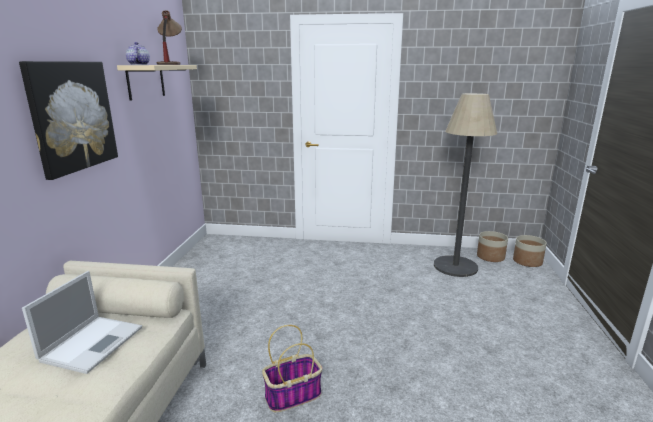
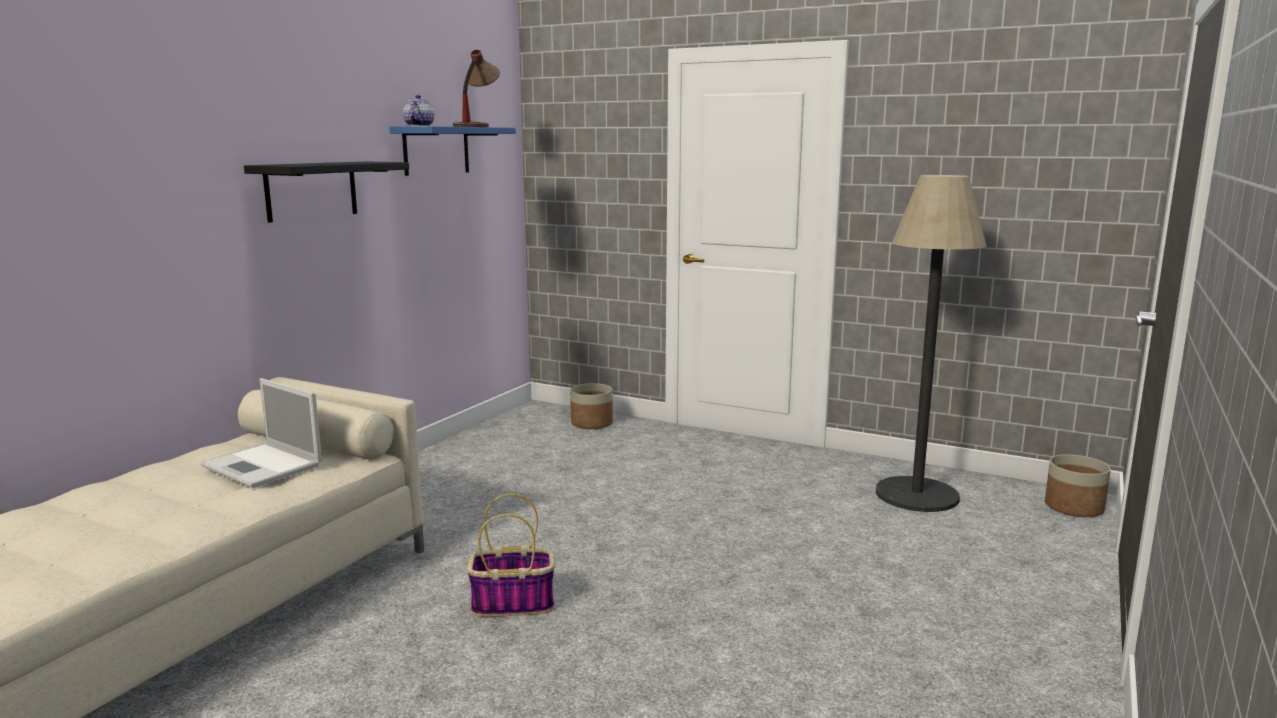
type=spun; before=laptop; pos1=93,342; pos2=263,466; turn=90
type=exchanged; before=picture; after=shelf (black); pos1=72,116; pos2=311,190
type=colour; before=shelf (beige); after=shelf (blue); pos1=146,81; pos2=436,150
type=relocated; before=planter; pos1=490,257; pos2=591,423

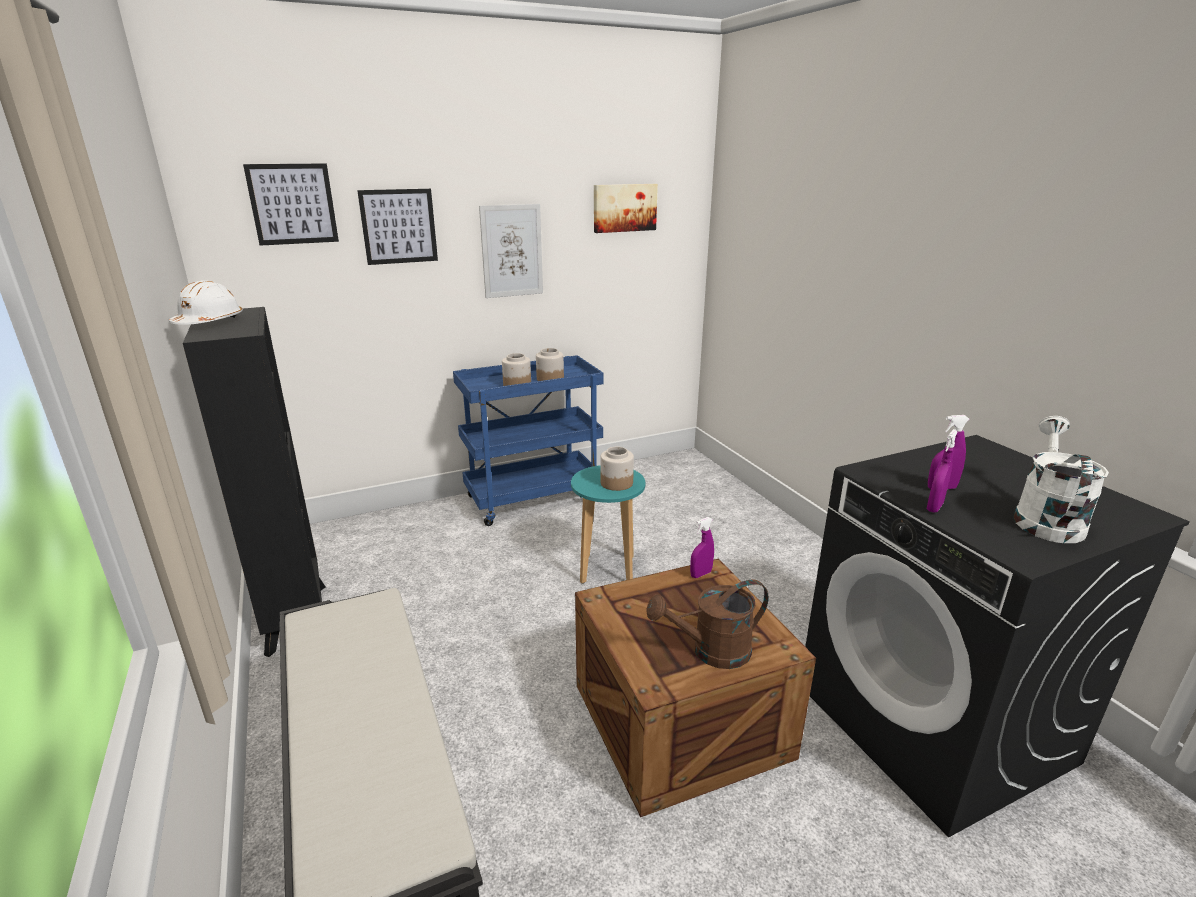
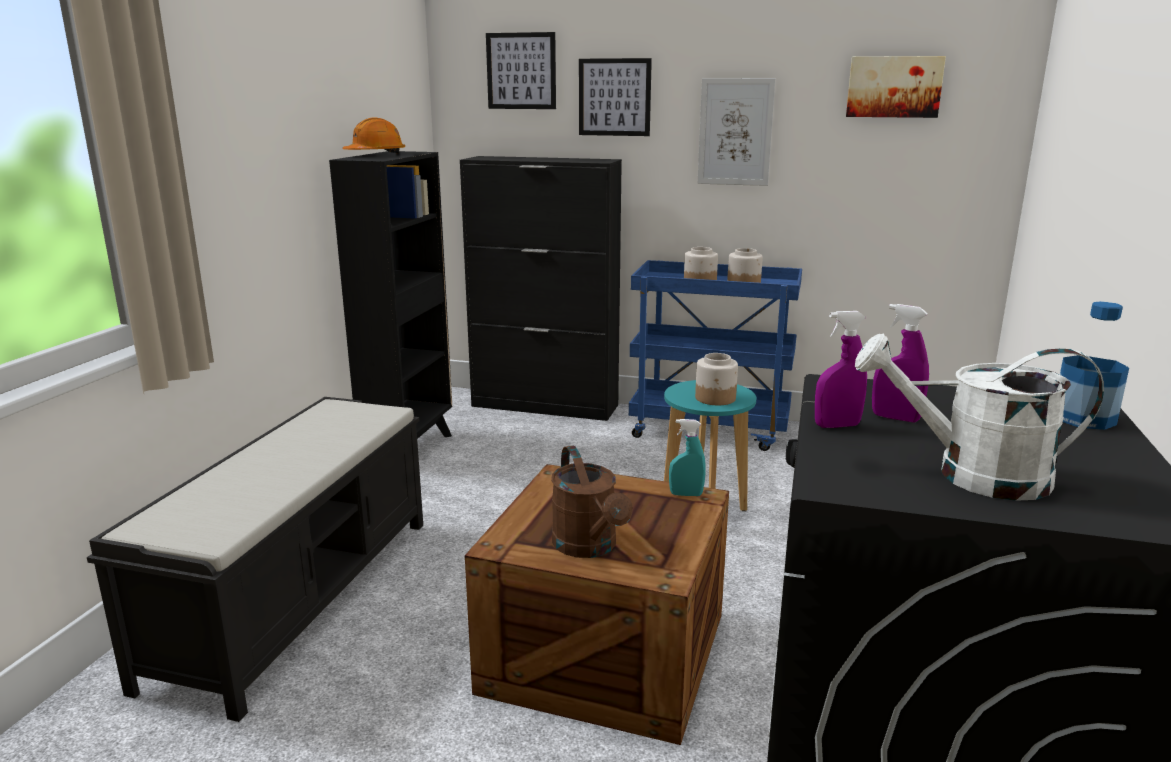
type=colour; before=hard hat (white); after=hard hat (orange); pos1=209,322; pos2=375,154
type=appeared; after=cabinet (black); pos2=545,406
type=spun; before=watering can (brown); pos1=711,652; pos2=589,547; turn=-135
type=colour; before=spray bottle (purple); after=spray bottle (turquoise); pos1=701,574; pos2=686,494
type=spun; before=watering can (white); pos1=1045,518; pos2=971,475; turn=-135
type=appeared; after=bottle; pos2=1083,418

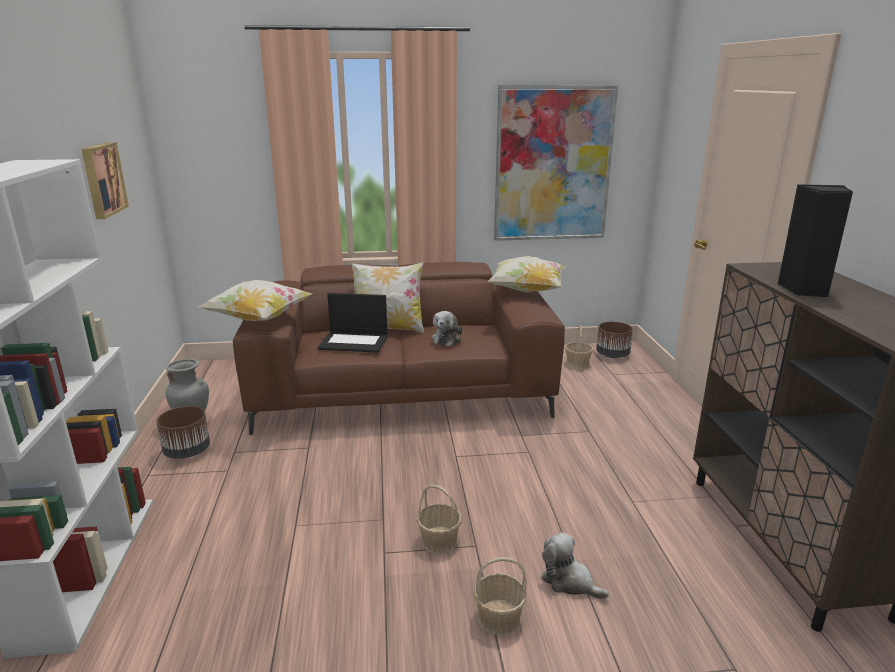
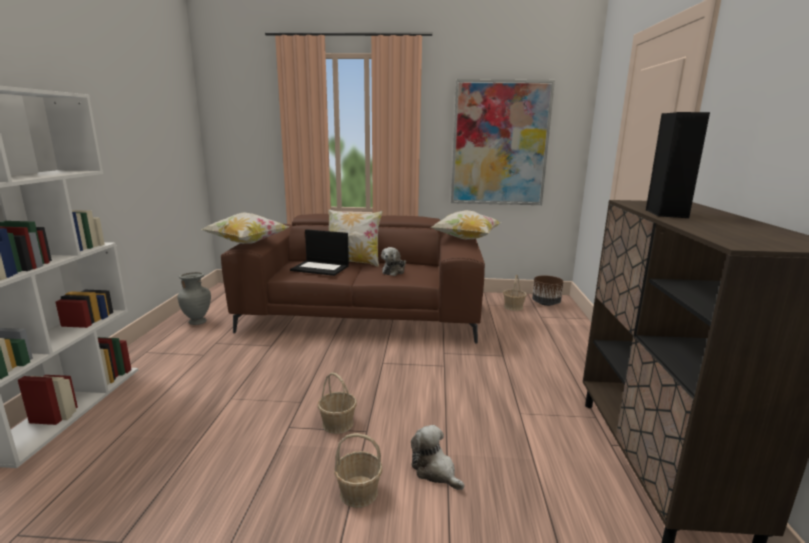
type=missing; before=picture; pos1=102,179
type=missing; before=planter (brown); pos1=187,452

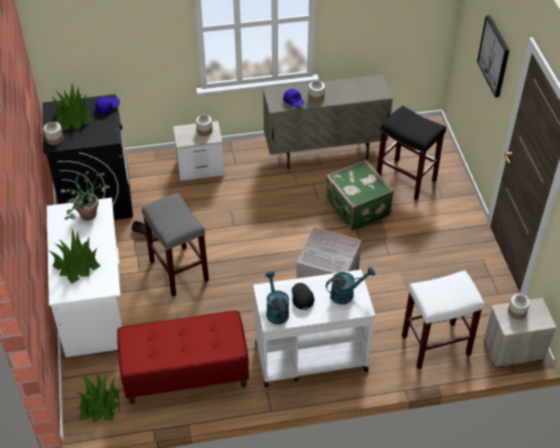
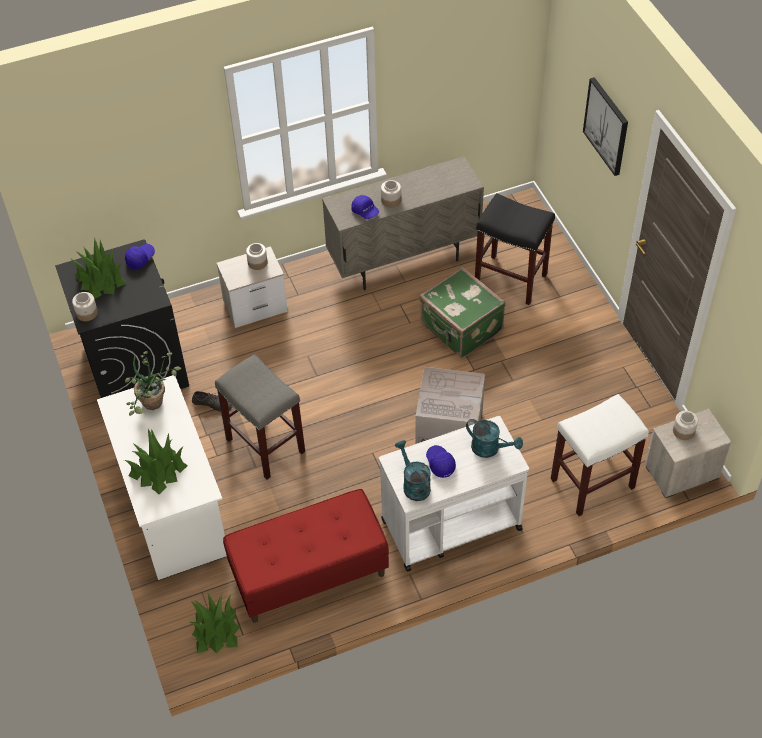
type=colour; before=cap (black); after=cap (blue); pos1=302,298; pos2=440,464
type=spun; before=watering can (turquoise); pos1=346,294; pos2=490,449; turn=60

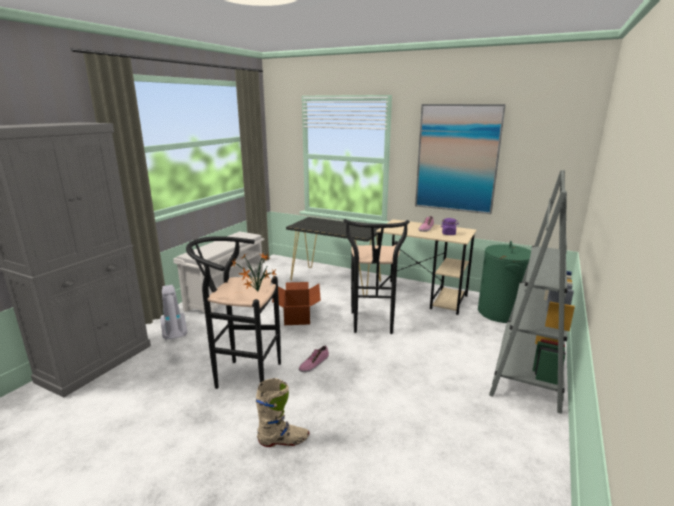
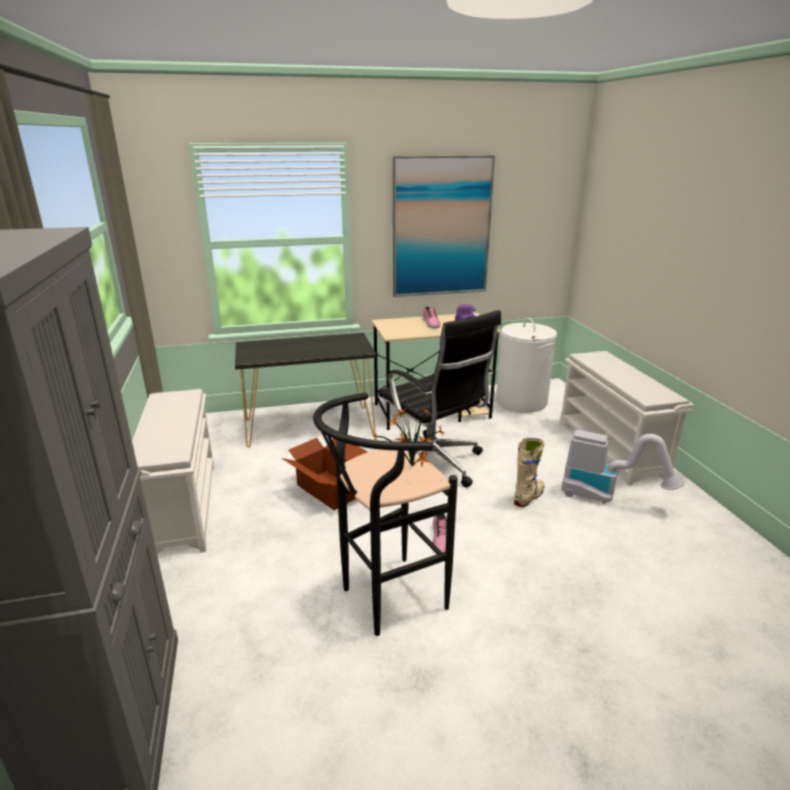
type=exchanged; before=stool (black); after=office chair (black); pos1=372,325; pos2=433,464
type=colour; before=laundry basket (green); after=laundry basket (white); pos1=501,312; pos2=521,401
type=relocated; before=boot (beige); pos1=283,441; pos2=528,497
type=exchanged; before=bookcase (grey); after=shoe rack (white); pos1=528,369; pos2=611,448
type=relocated; before=vacuum cleaner; pos1=176,338; pos2=606,497

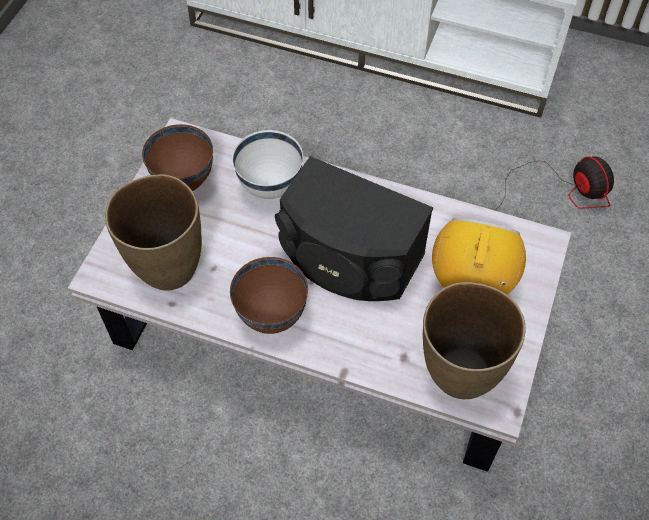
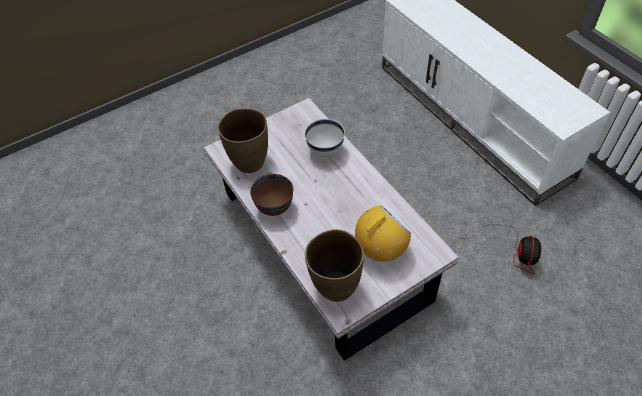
type=missing; before=bowl (brown); pos1=184,181
type=missing; before=speaker (black); pos1=348,258

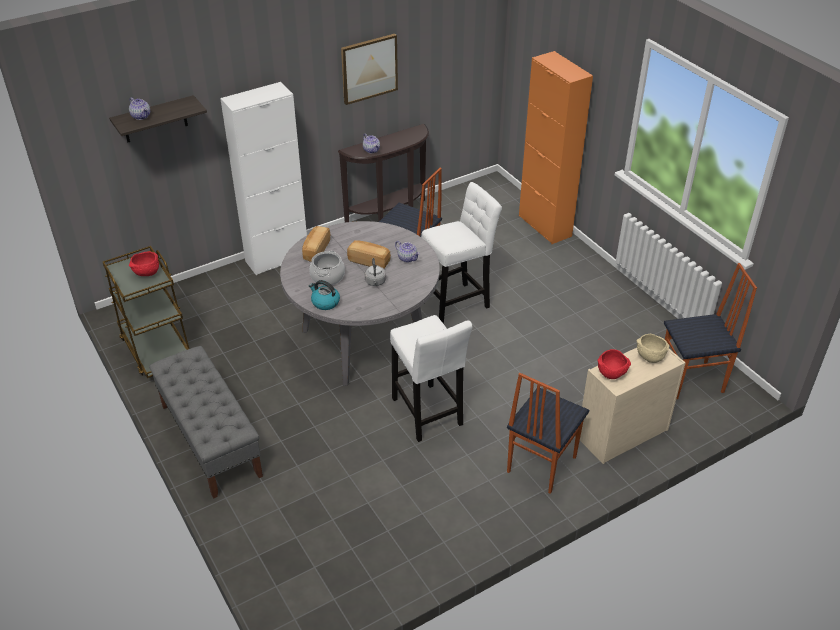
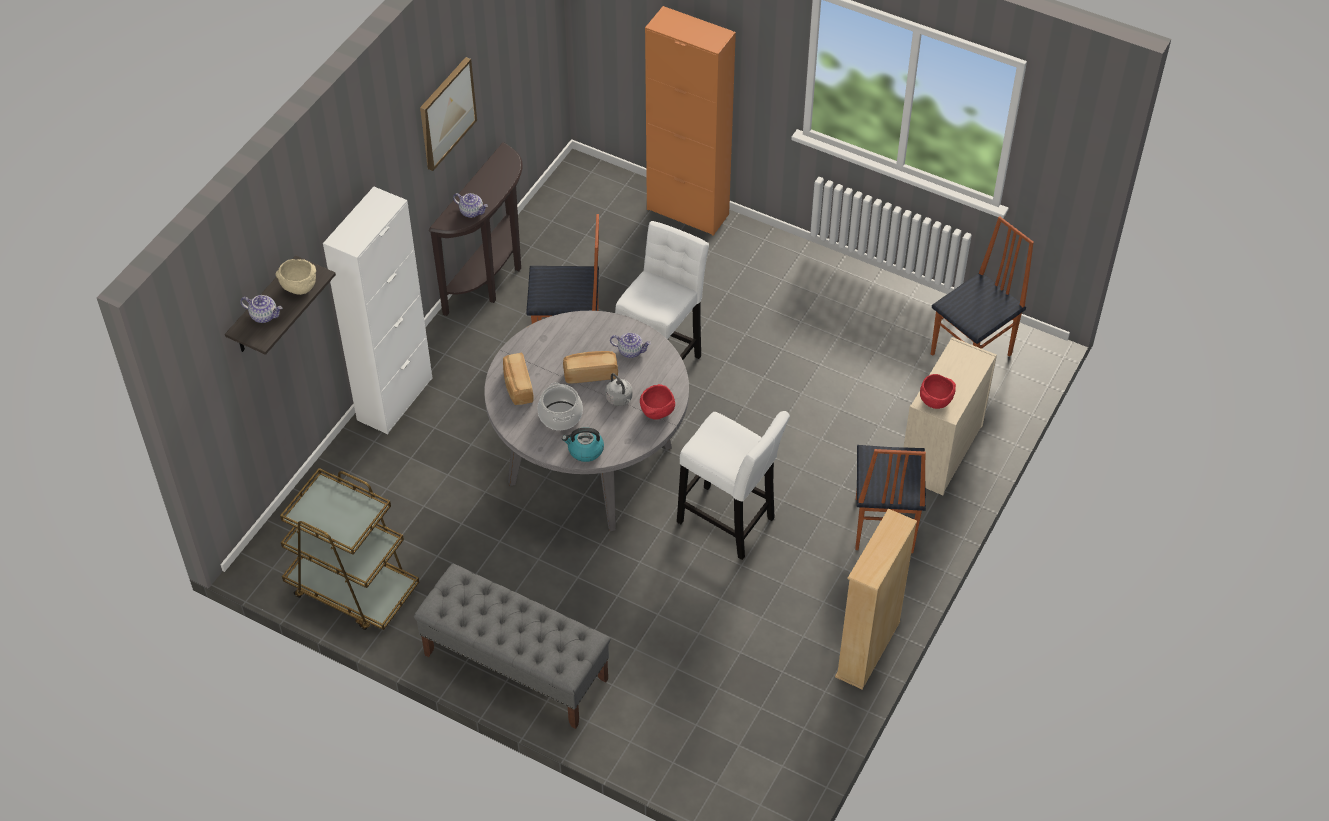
type=relocated; before=bowl (beige); pos1=649,357; pos2=298,288
type=relocated; before=bowl (red); pos1=146,273; pos2=657,413
type=appeared; after=bookcase (beige); pos2=868,649

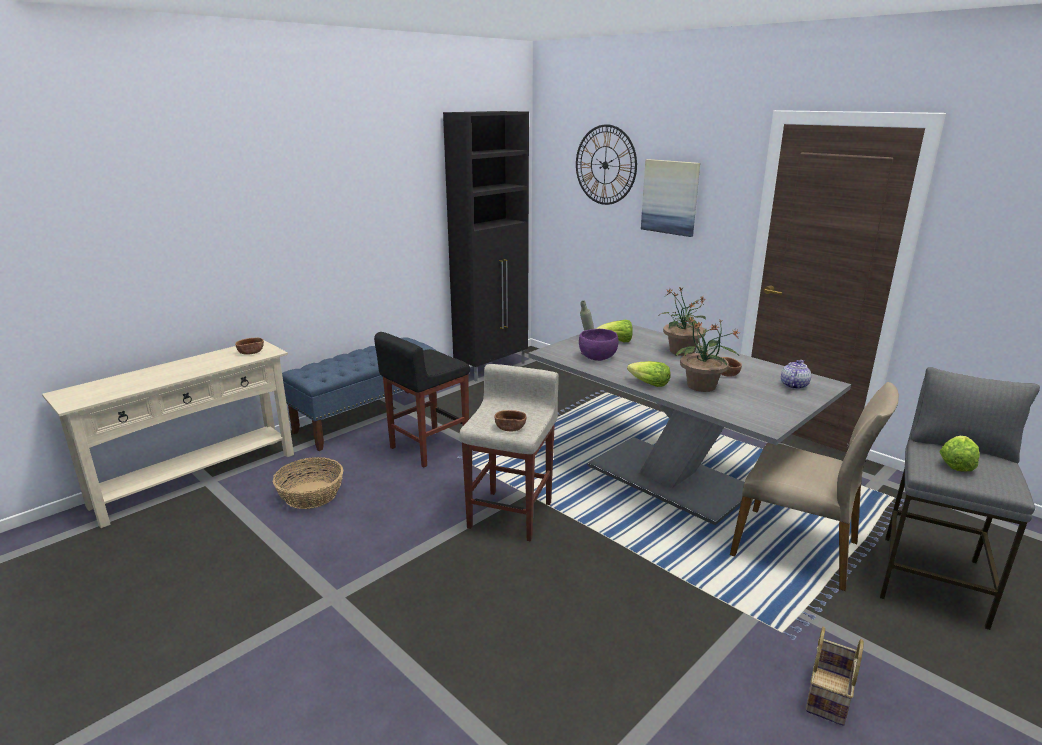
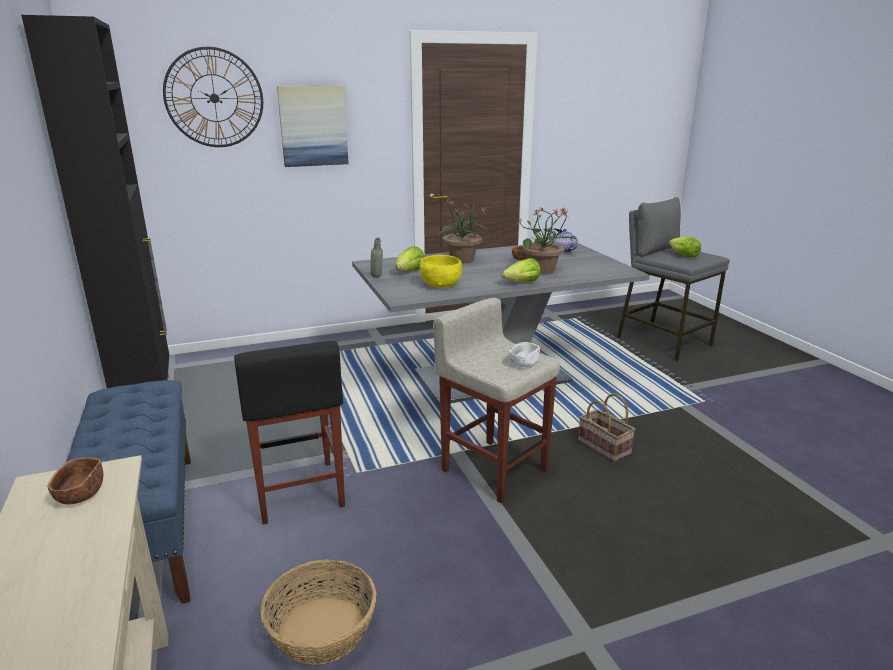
type=colour; before=bowl (purple); after=bowl (yellow); pos1=598,357; pos2=440,285
type=colour; before=bowl (brown); after=bowl (white); pos1=510,428; pos2=524,363
type=relocated; before=basket; pos1=829,697; pos2=605,447
type=missing; before=chair (beige); pos1=796,548

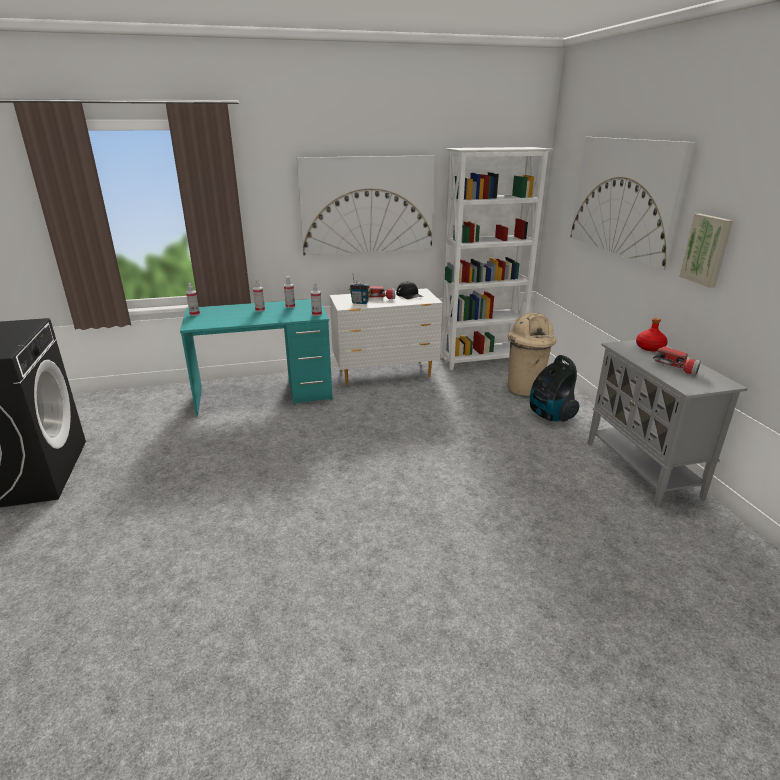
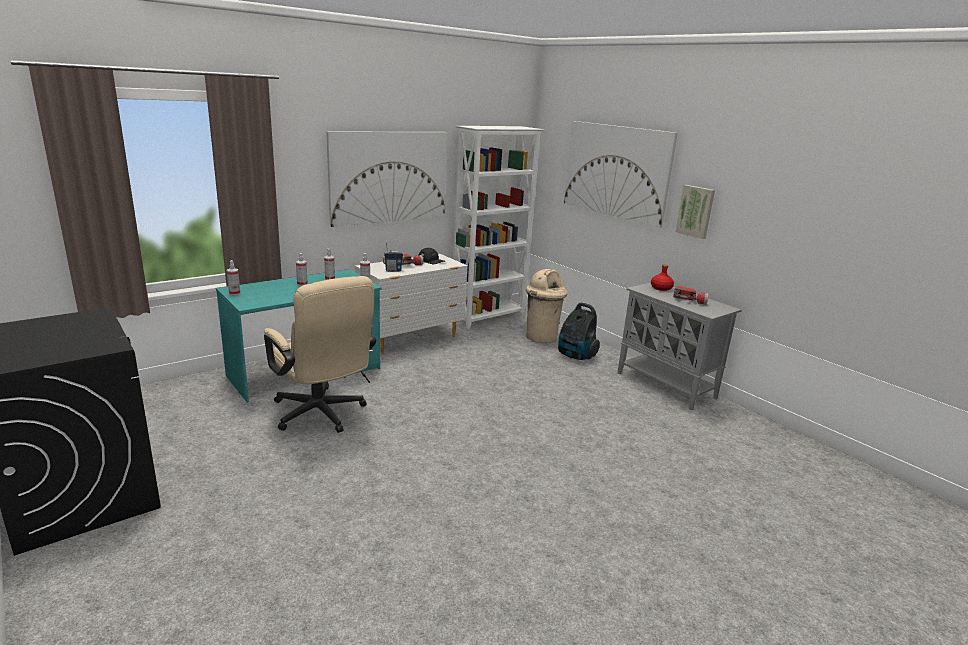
type=appeared; after=office chair (beige); pos2=322,415

